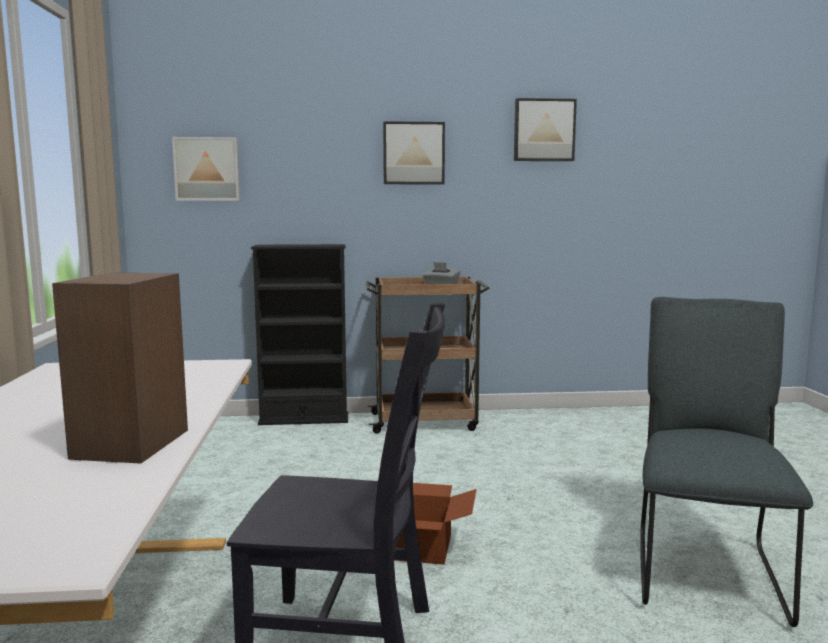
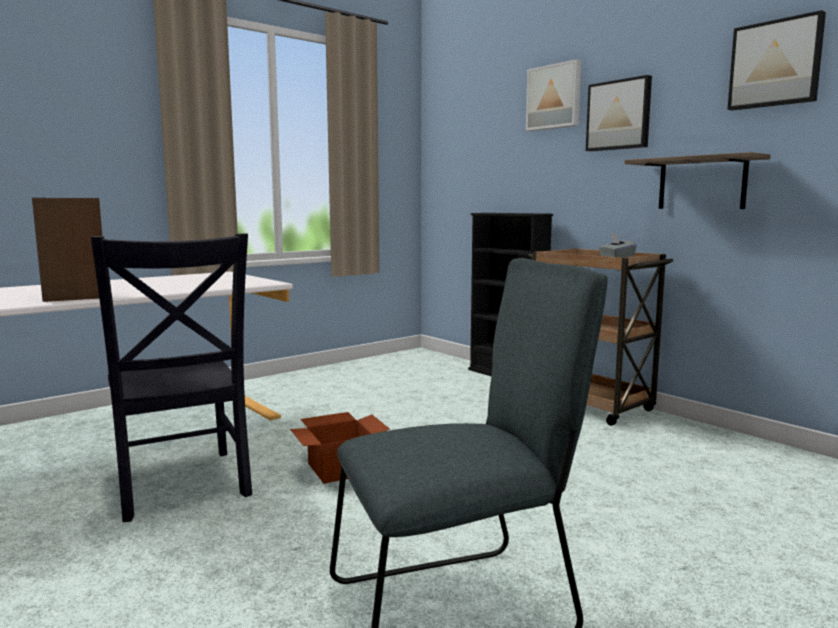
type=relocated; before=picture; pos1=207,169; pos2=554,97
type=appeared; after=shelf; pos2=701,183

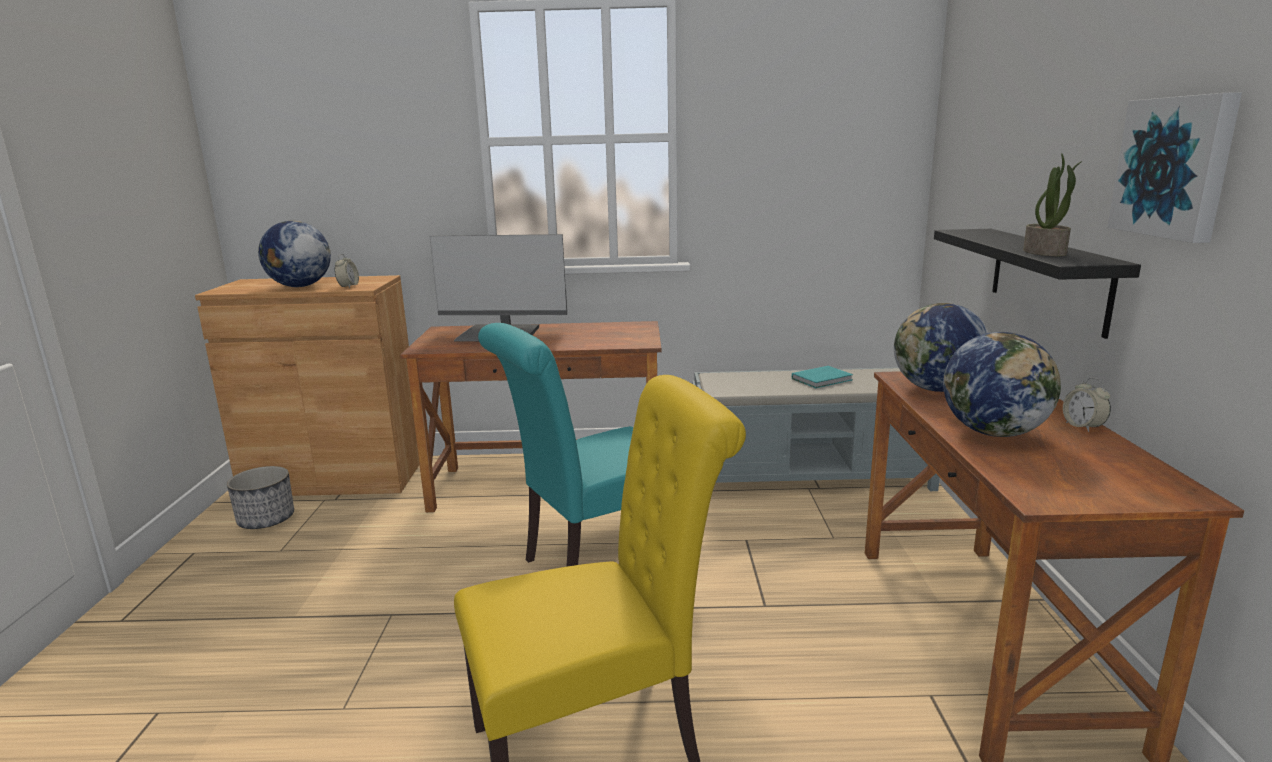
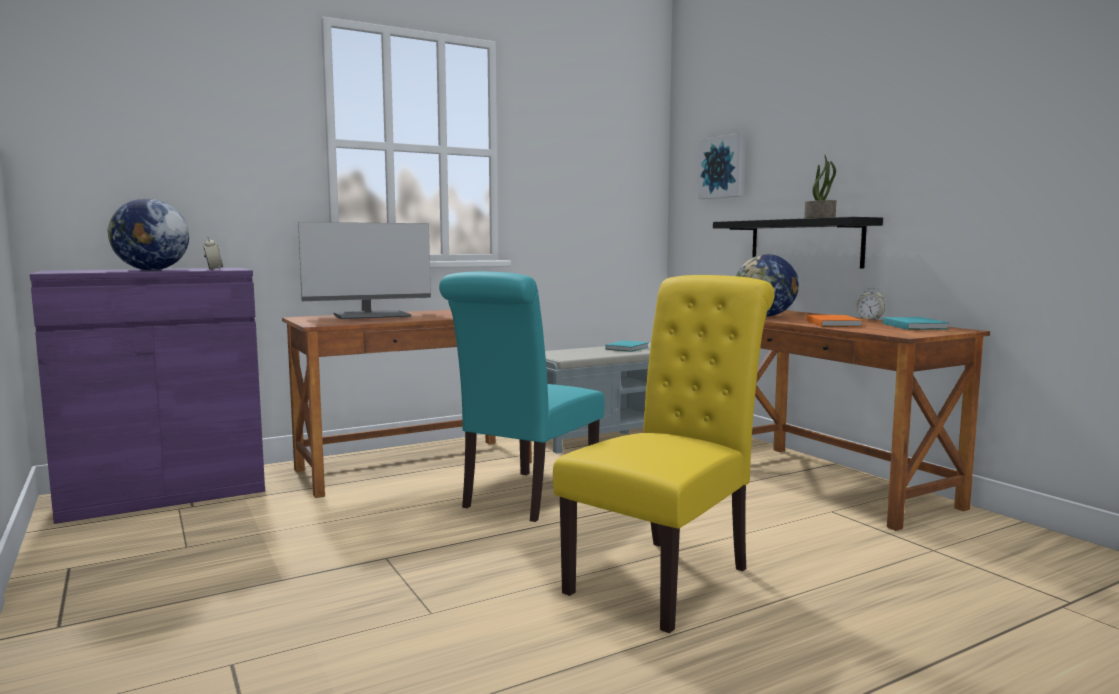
type=colour; before=cabinet (brown); after=cabinet (purple); pos1=334,477; pos2=164,493
type=relocated; before=picture; pos1=1175,167; pos2=723,167
type=exchanged; before=globe; after=book (orange); pos1=994,432; pos2=833,323
type=appeared; after=book (turquoise); pos2=914,326
type=missing; before=planter; pos1=266,520

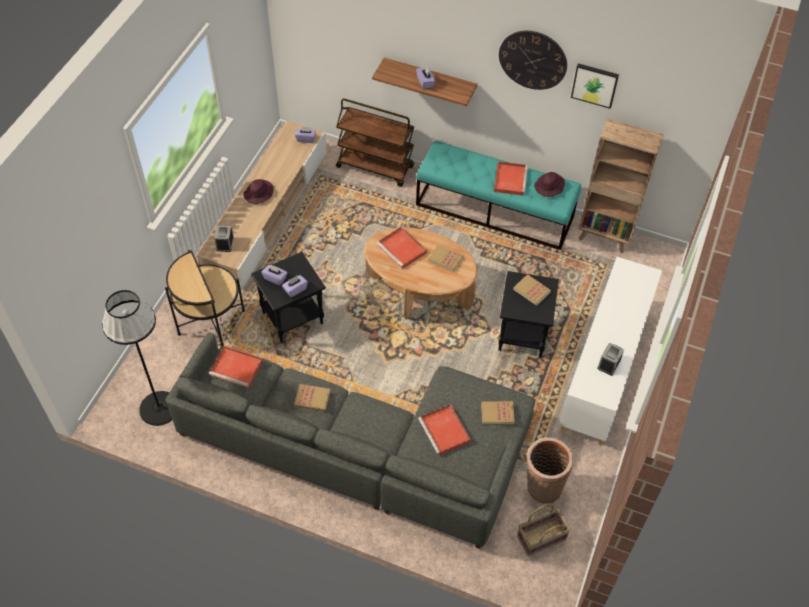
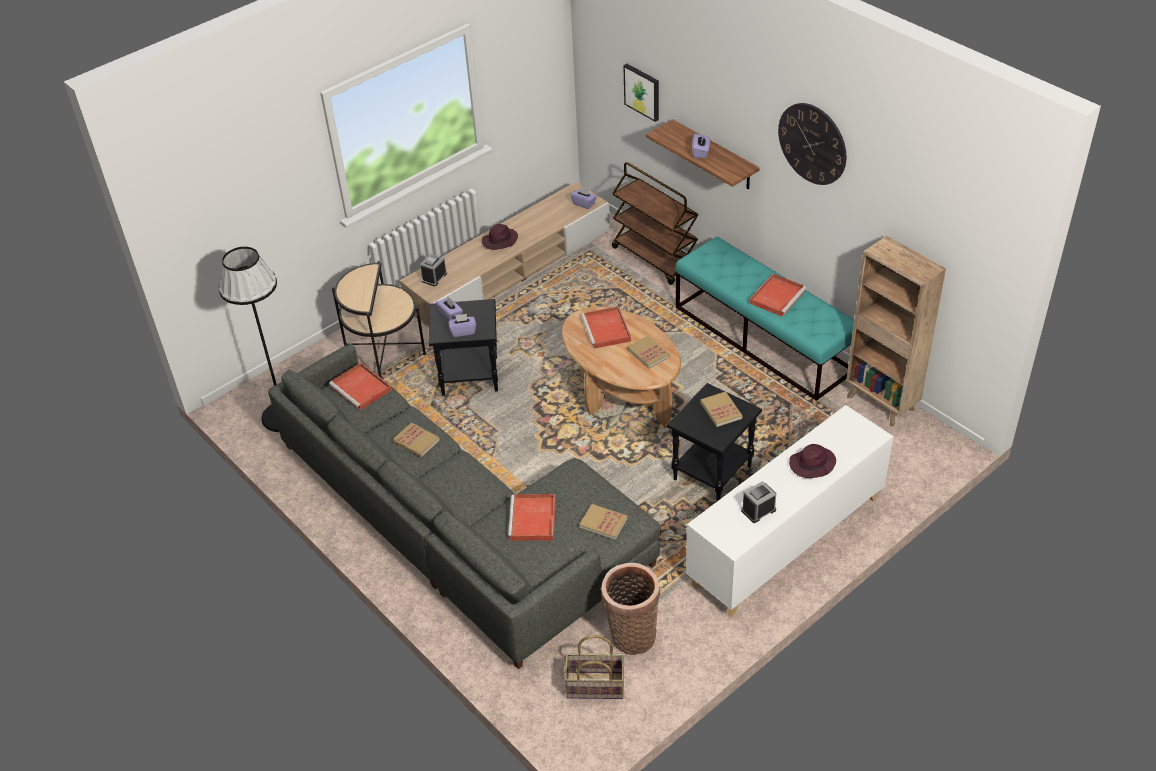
type=relocated; before=picture; pos1=595,84; pos2=642,91
type=relocated; before=hat (purple); pos1=549,187; pos2=811,465

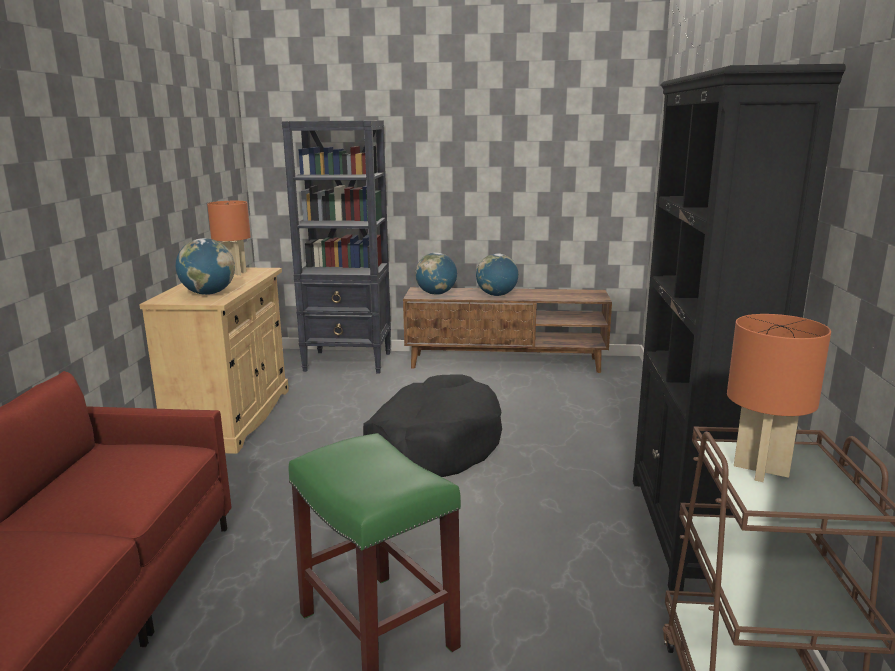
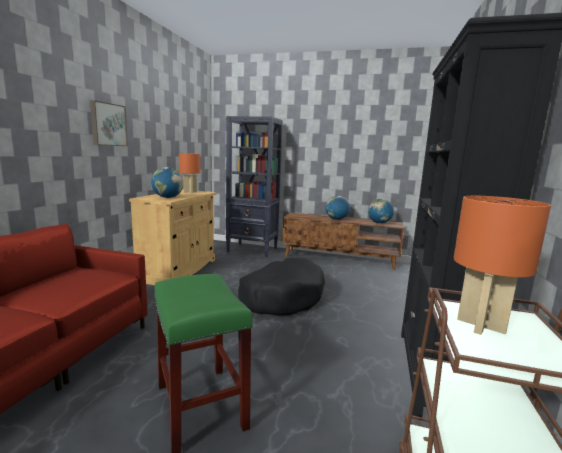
type=appeared; after=picture; pos2=108,124
type=relocated; before=globe; pos1=436,294; pos2=379,223

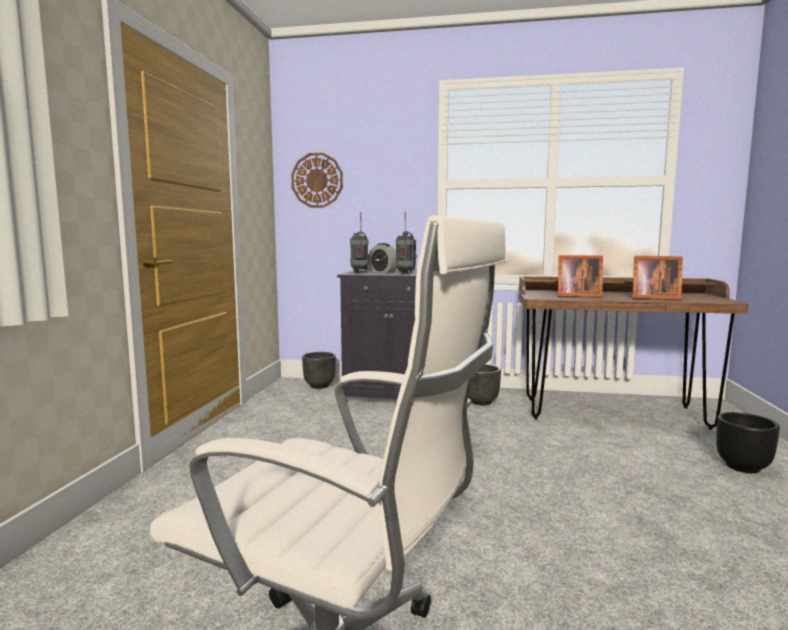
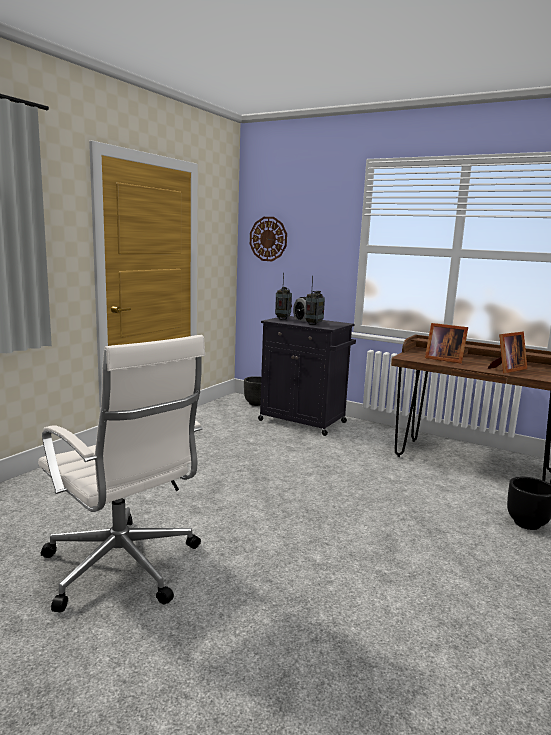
type=spun; before=picture frame; pos1=652,298; pos2=506,369; turn=-75
type=missing; before=planter (black); pos1=481,402

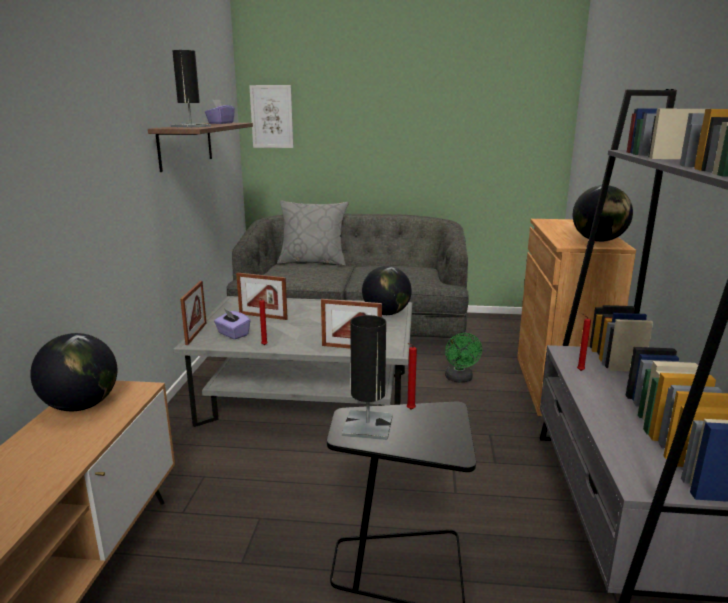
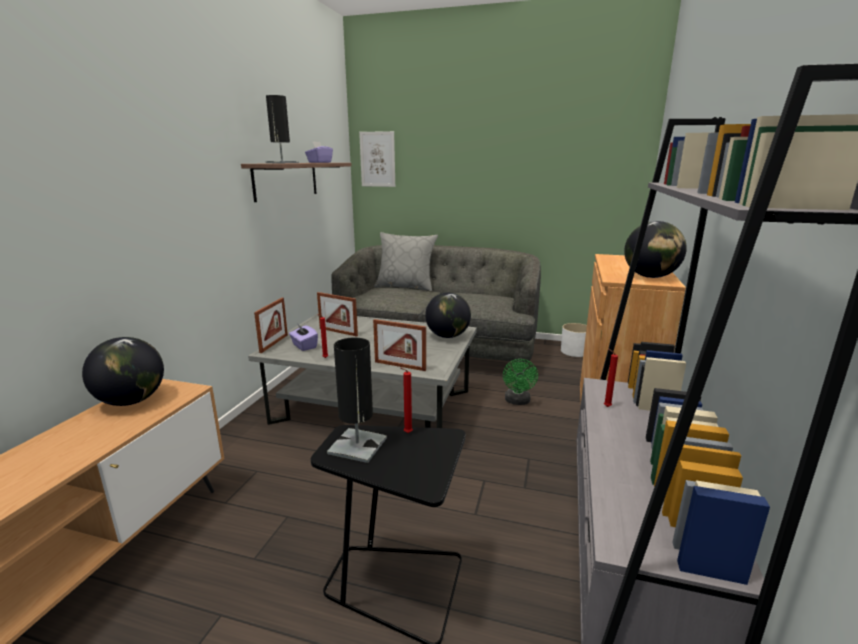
type=appeared; after=planter (white); pos2=574,351

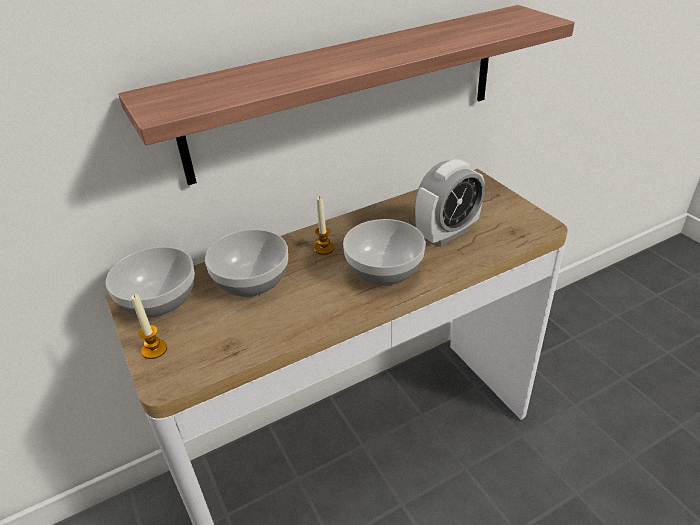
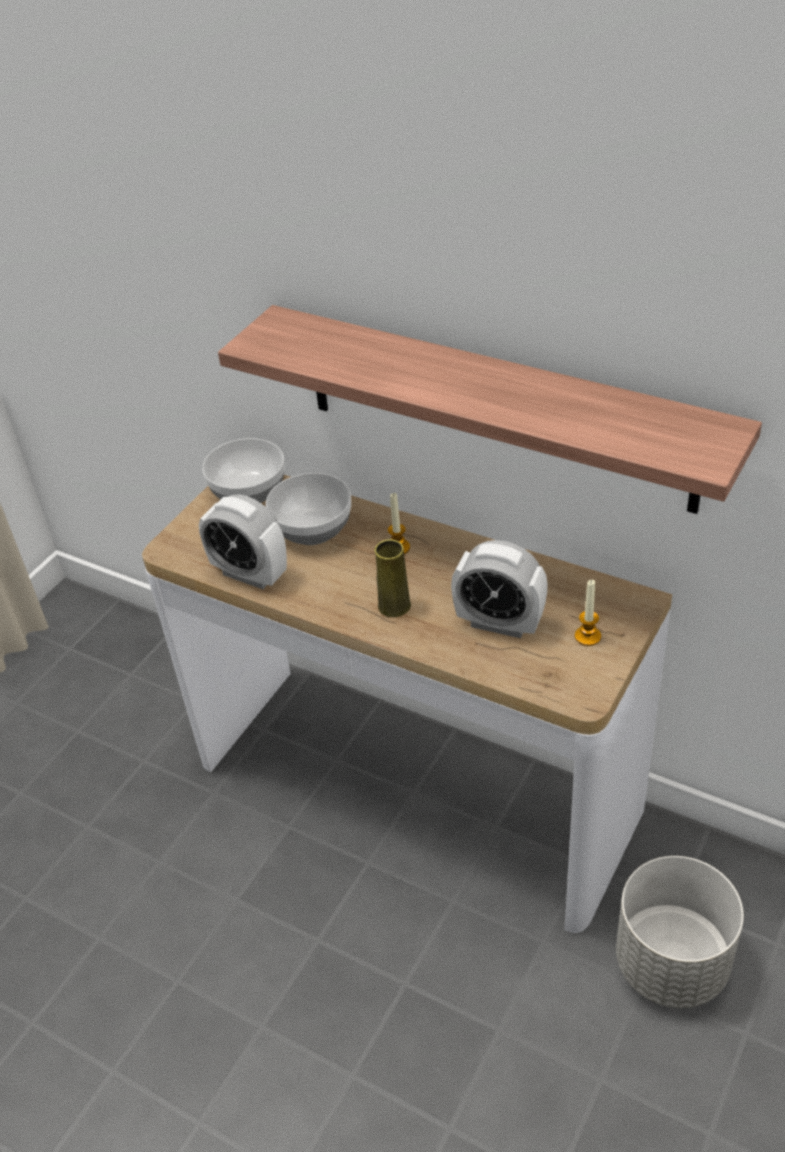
type=appeared; after=alarm clock; pos2=250,574
type=exchanged; before=bowl; after=vase (yellow); pos1=385,271; pos2=394,606
type=relocated; before=candle; pos1=154,350; pos2=587,636
type=appeared; after=planter (grey); pos2=672,963

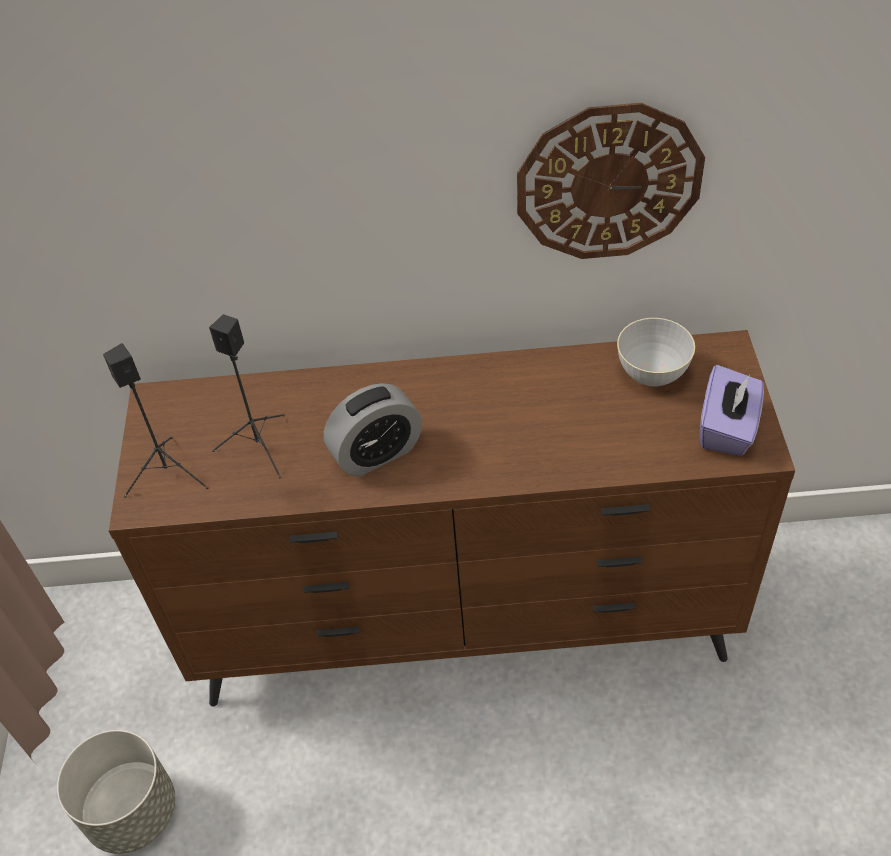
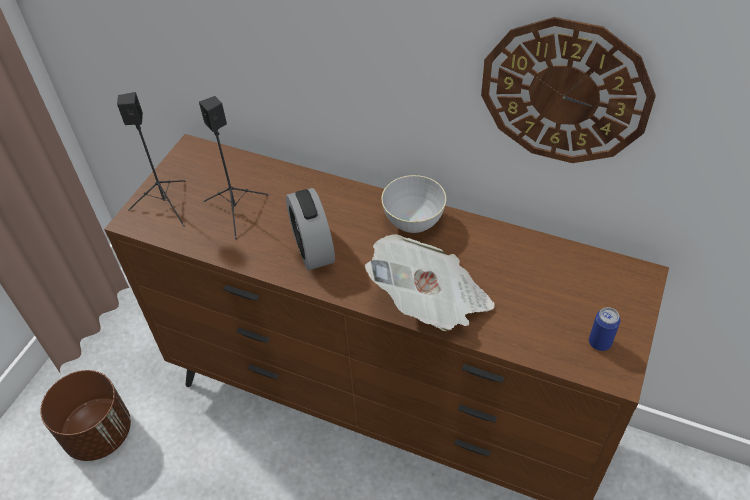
type=colour; before=planter (grey); after=planter (brown); pos1=131,811; pos2=99,433
type=spun; before=alarm clock; pos1=377,453; pos2=313,248; turn=75
type=appeared; after=newspaper; pos2=431,302
type=relocated; before=bowl (grey); pos1=652,373; pos2=413,222
type=exchanged; before=tissue box (purple); after=can; pos1=727,428; pos2=599,342

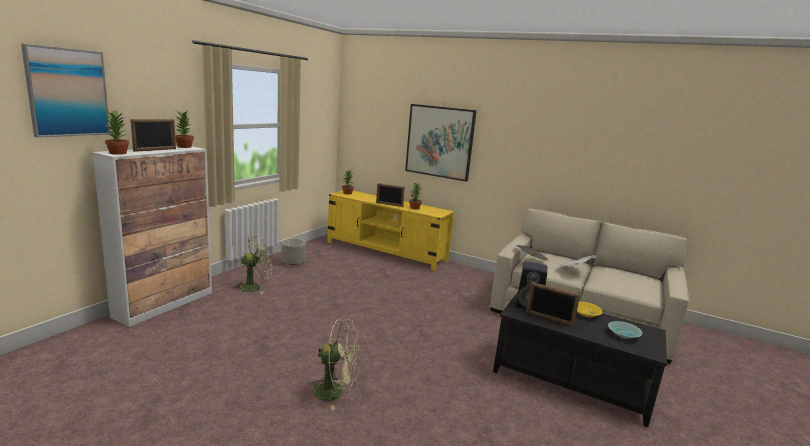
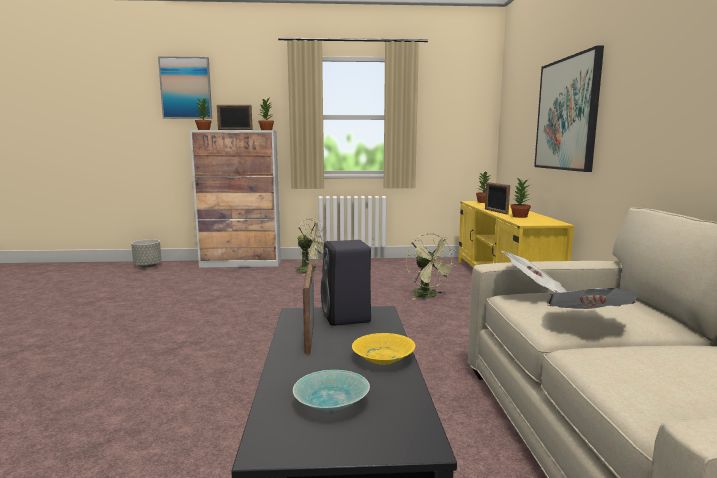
type=relocated; before=planter (grey); pos1=293,263; pos2=147,266
type=relocated; before=fan (green); pos1=335,392; pos2=428,296

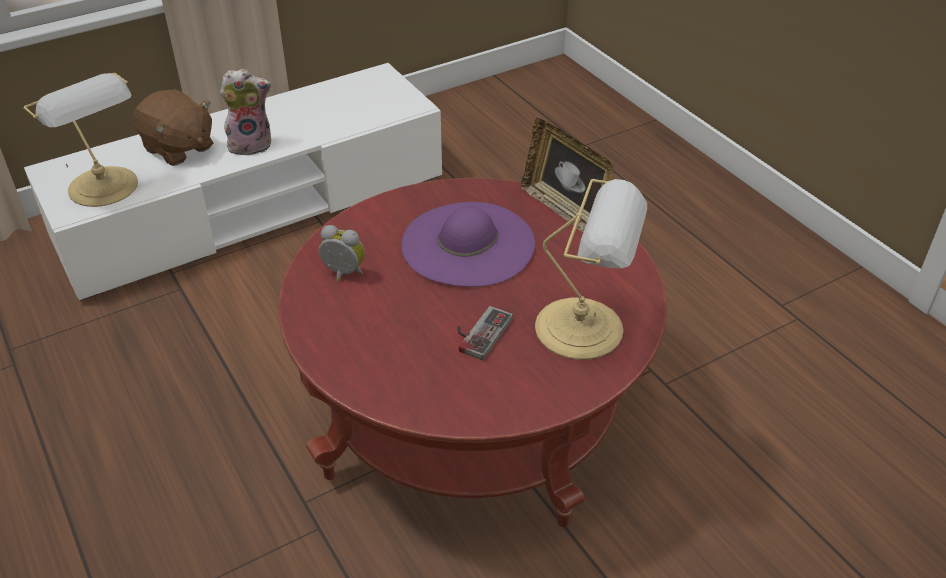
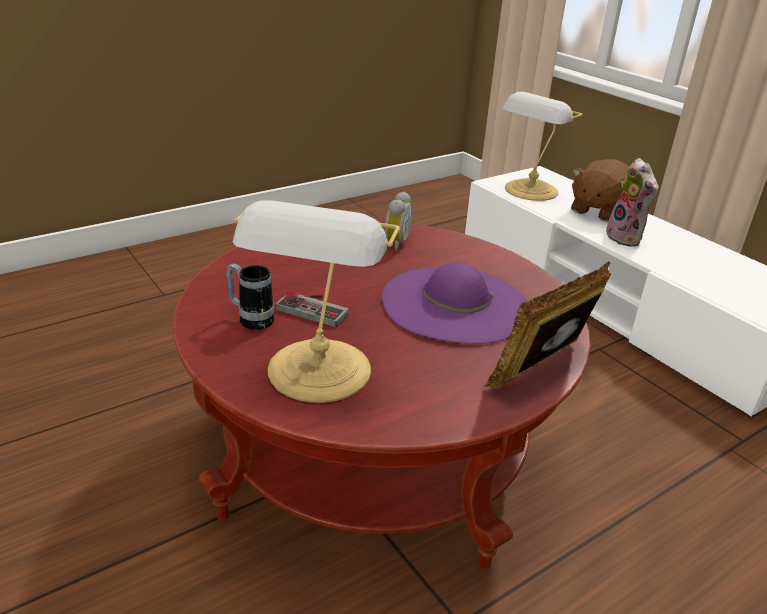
type=appeared; after=mug; pos2=251,319

